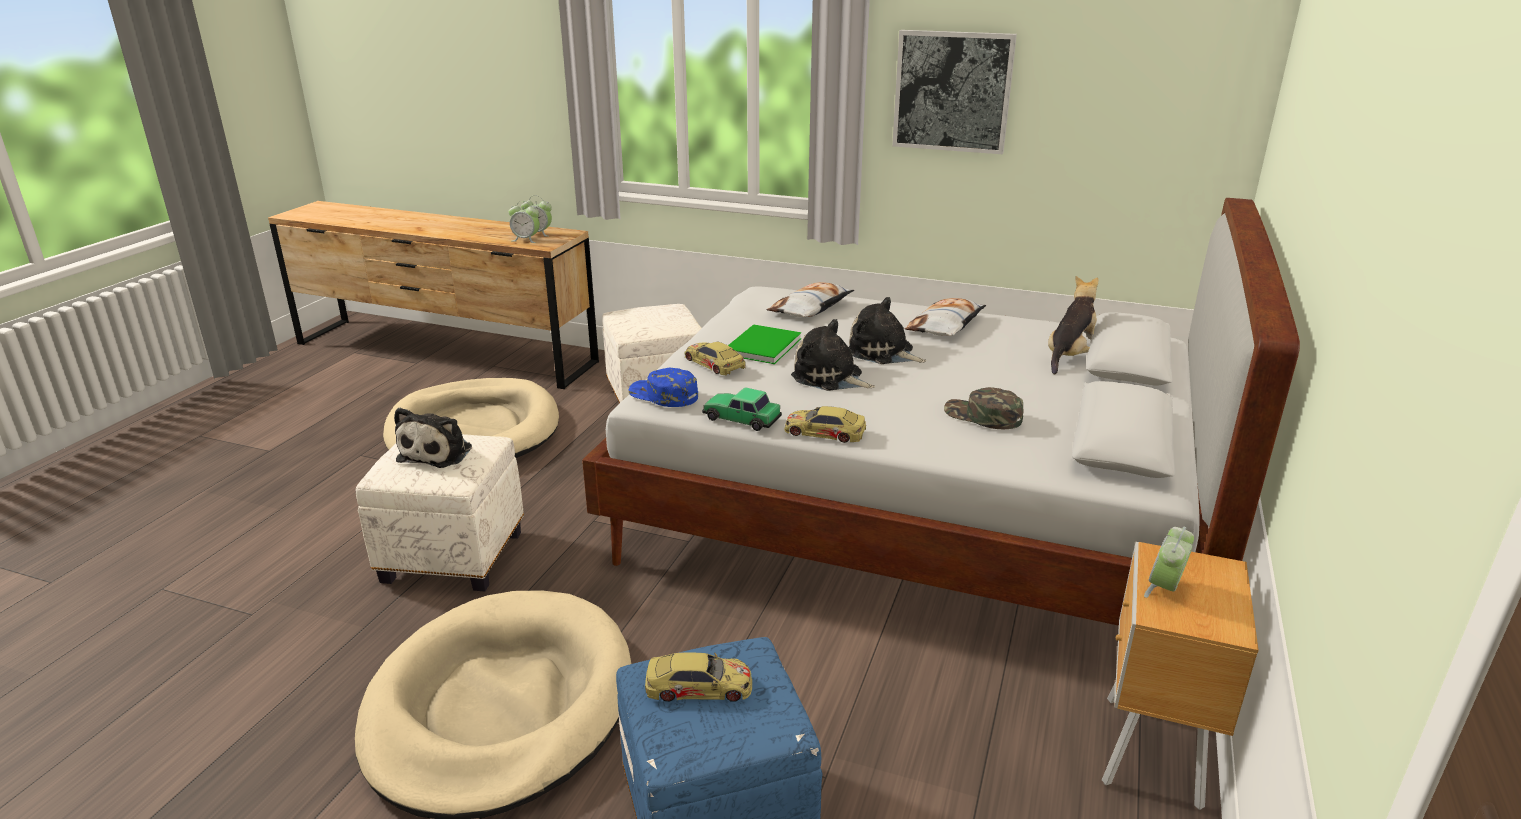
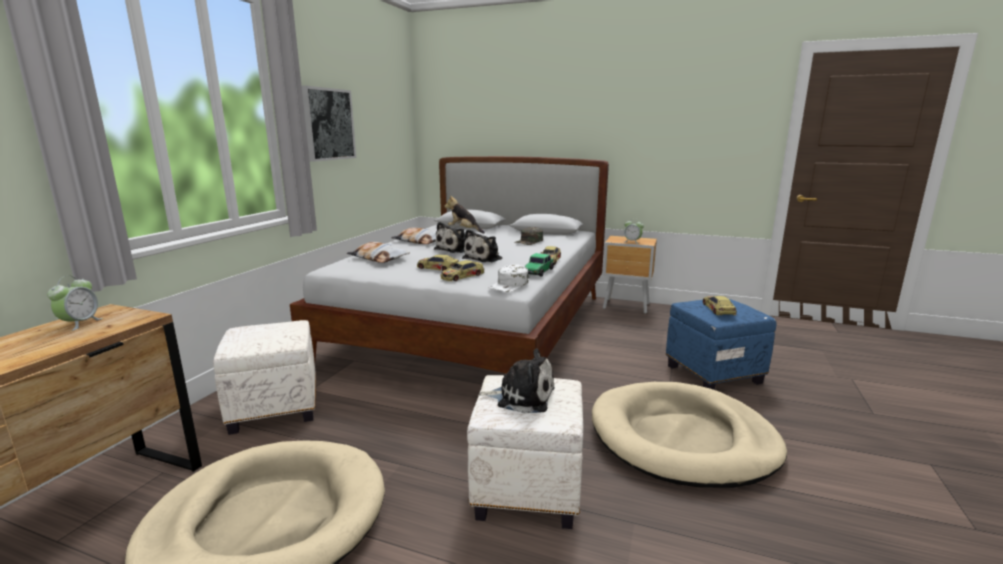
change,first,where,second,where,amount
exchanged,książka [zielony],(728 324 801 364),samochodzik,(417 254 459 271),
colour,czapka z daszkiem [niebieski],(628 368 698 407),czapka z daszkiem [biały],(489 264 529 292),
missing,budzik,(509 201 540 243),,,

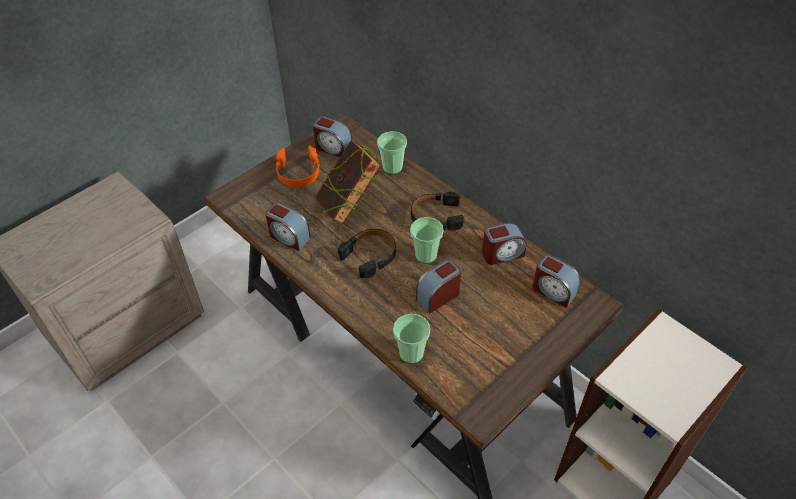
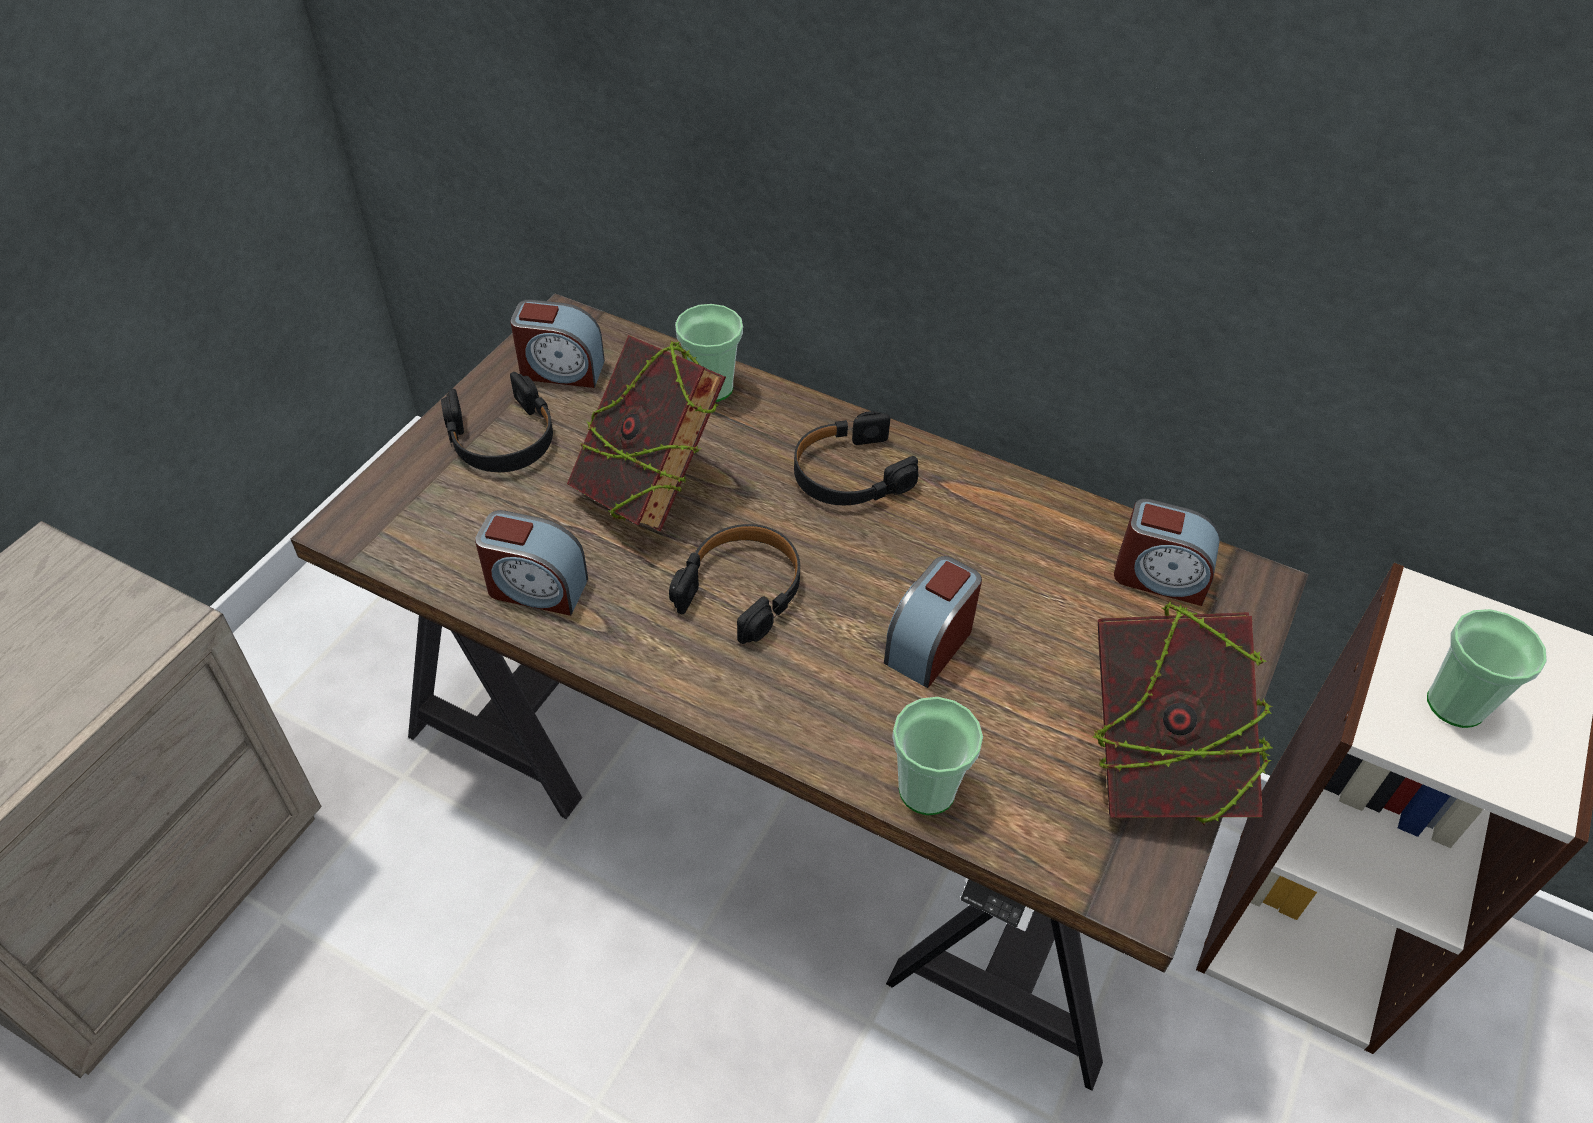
change,first,where,second,where,amount
colour,słuchawki [pomarańczowy],(276 146 320 187),słuchawki [czarny],(441 372 553 472),
appeared,,,książka,(1093 601 1273 826),
relocated,filiżanka,(410 217 444 264),,(1427 609 1547 728),
missing,budzik,(482 222 527 265),,,

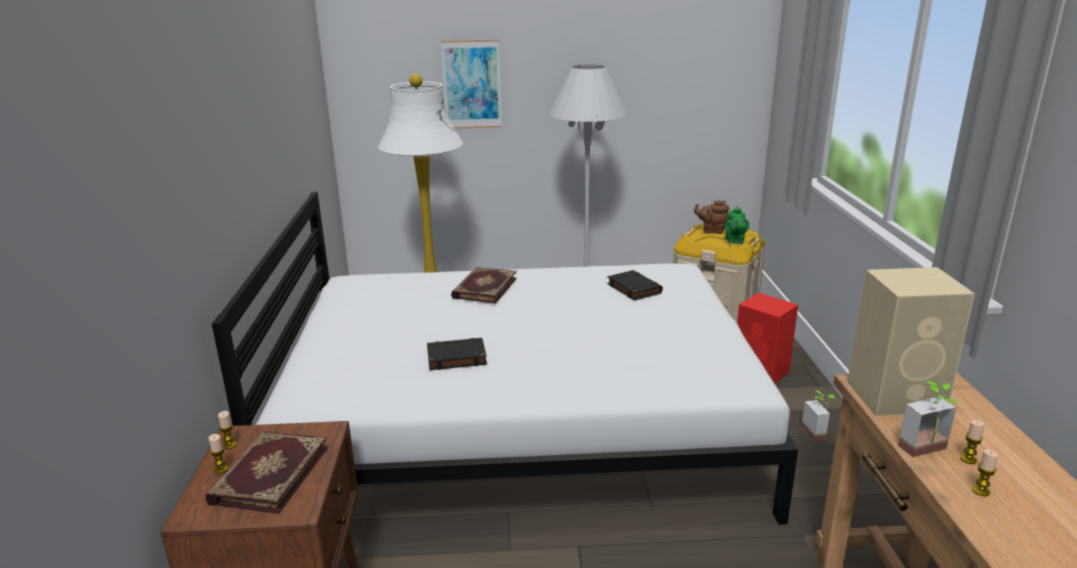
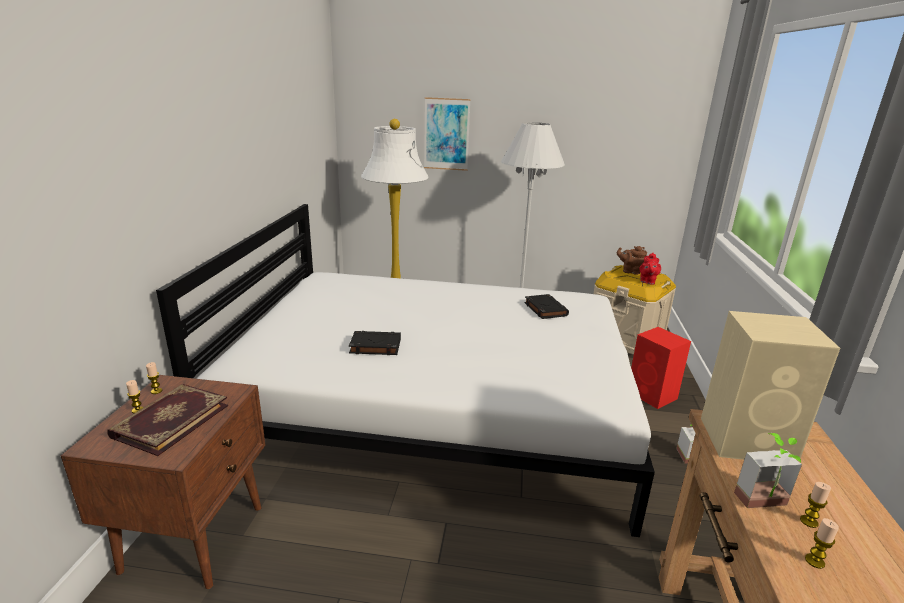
change,first,where,second,where,amount
colour,imbryk [zielony],(724 206 749 244),imbryk [czerwony],(639 253 661 285),
missing,książka,(451 267 517 304),,,

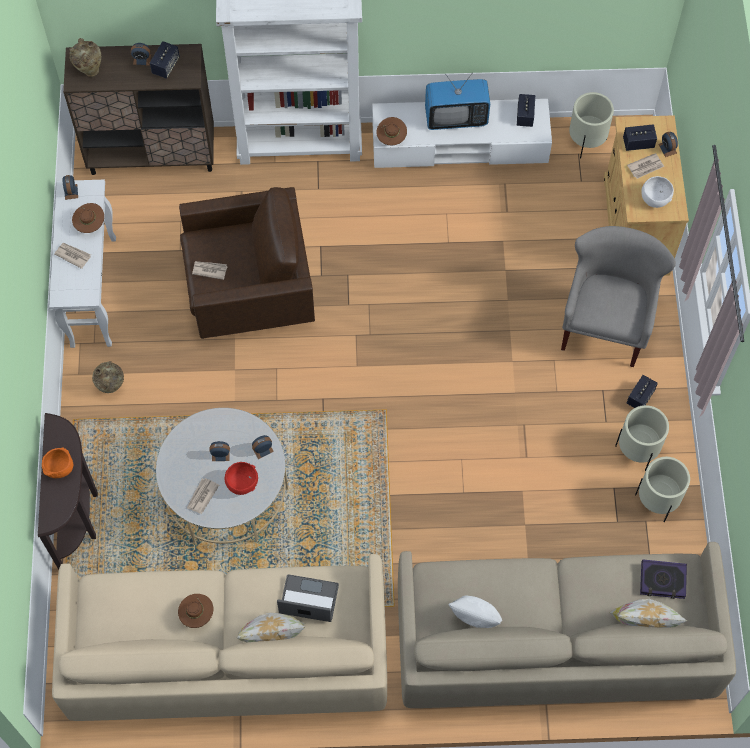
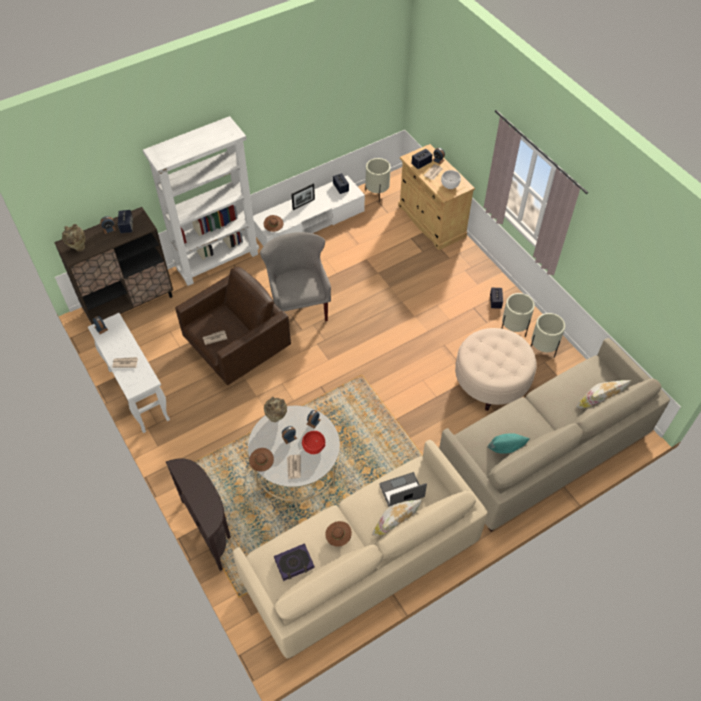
change,first,where,second,where,amount
relocated,kapelusz [brązowy],(72 203 104 233),,(249 448 274 472),
relocated,fotel [szary],(561 226 676 367),,(260 232 331 322),
relocated,wazon [beżowy],(92 361 124 393),,(264 397 287 422),
relocated,książka,(640 559 687 599),,(274 543 315 581),
exchanged,telewizor,(425 72 490 130),ramka na zdjęcie,(291 184 315 210),
appeared,,,pufa [beżowy],(455 328 537 411),
colour,poduszka [biały],(448 596 502 628),poduszka [turkusowy],(487 434 530 454),
missing,miska [pomarańczowy],(42 447 73 478),,,

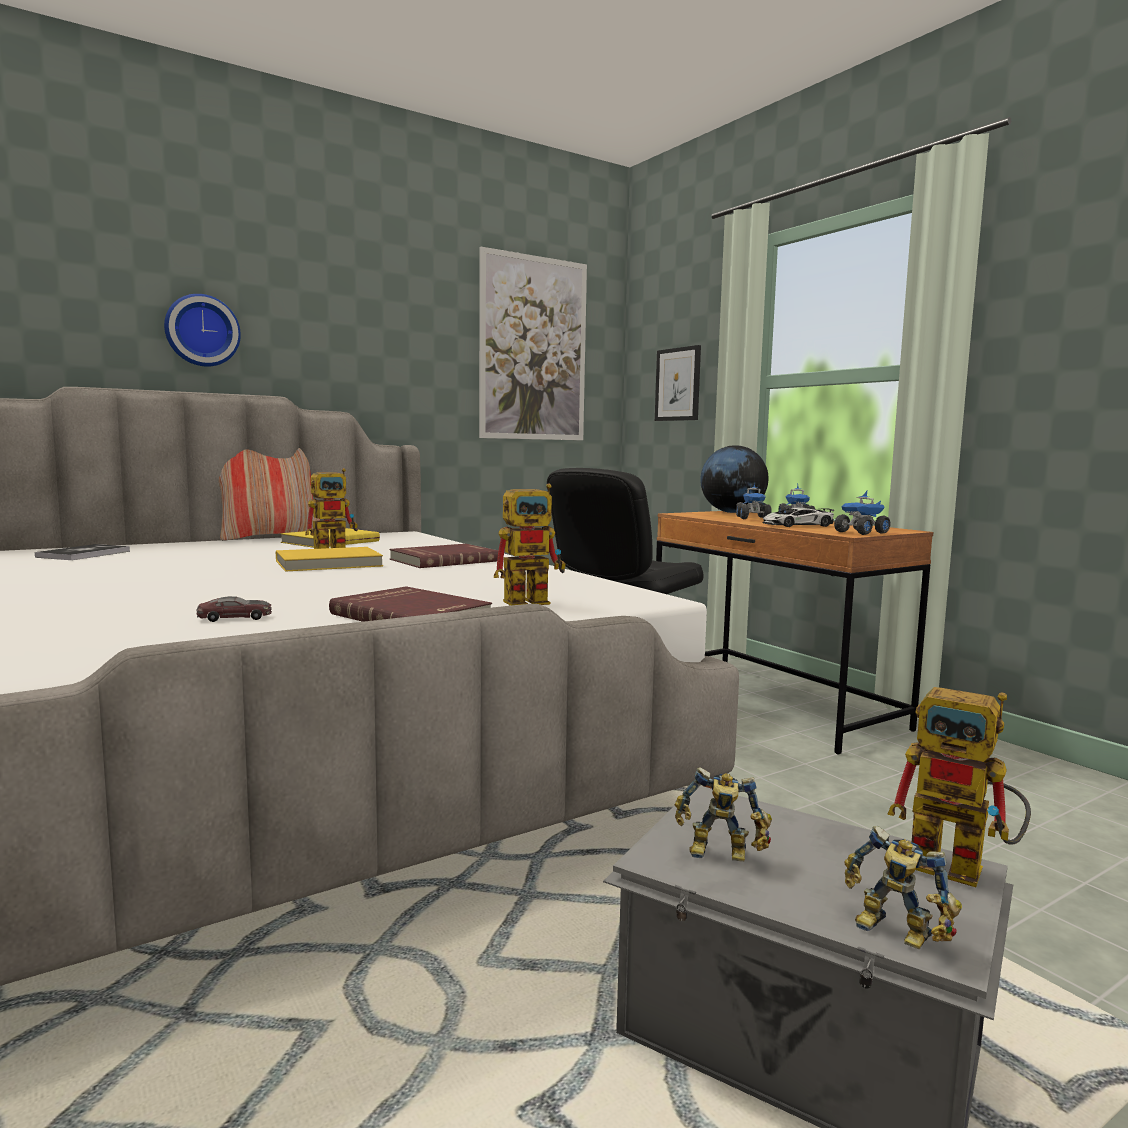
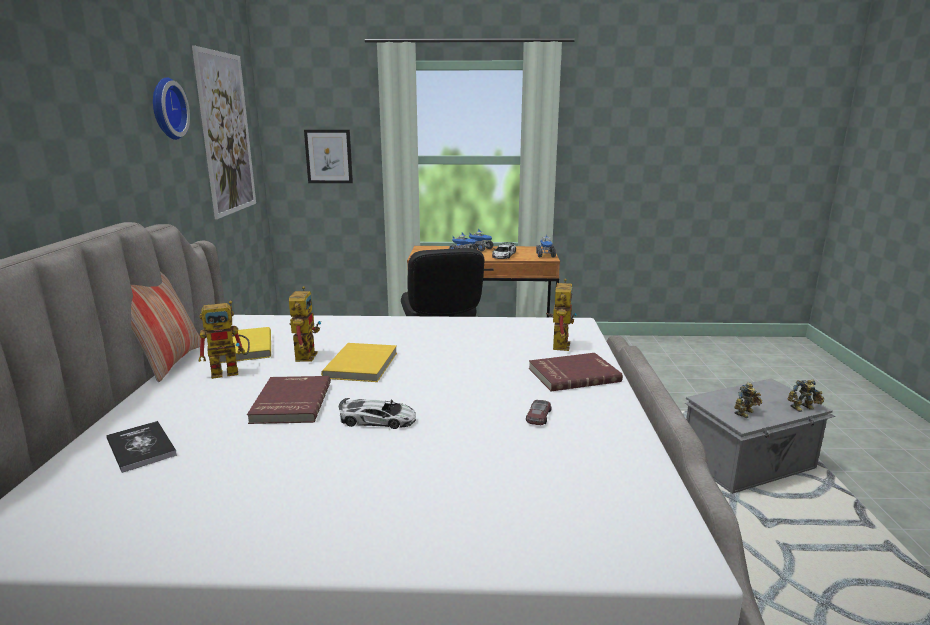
change,first,where,second,where,amount
relocated,zegar ścienny,(164 294 241 367),,(153 77 190 140),
relocated,robot zabawkowy,(887 687 1031 887),,(199 301 250 379),
relocated,książka [czerwony],(389 544 499 568),,(247 376 331 424),
appeared,,,samochodzik,(339 398 416 429),
missing,globus,(700 445 768 513),,,

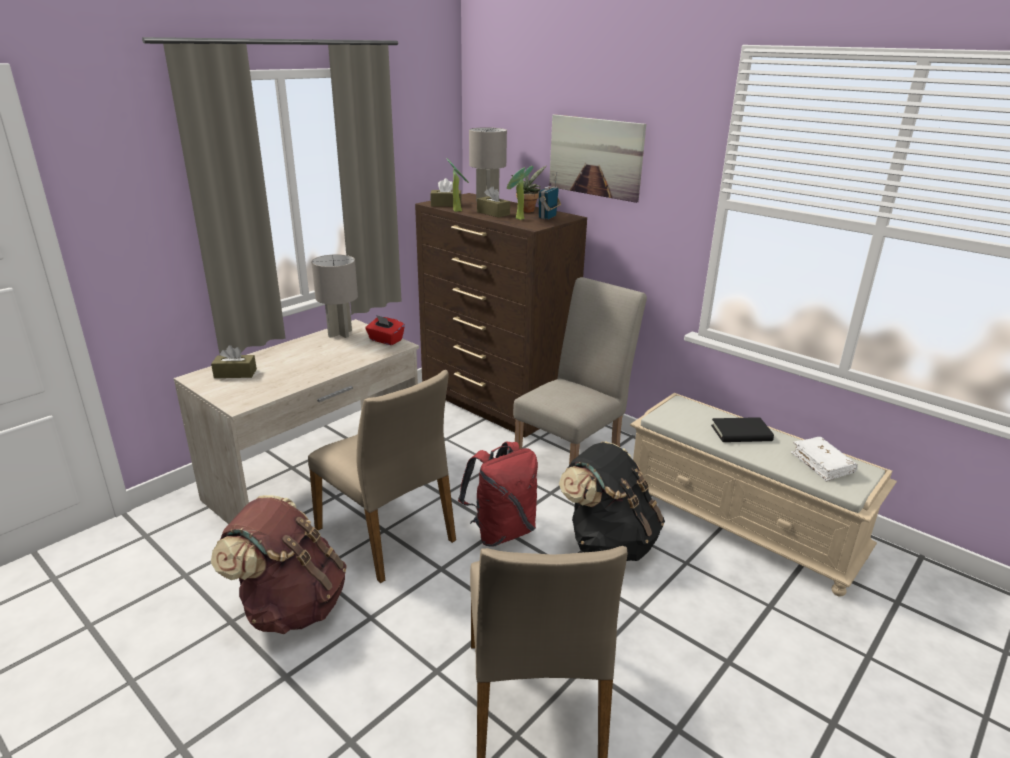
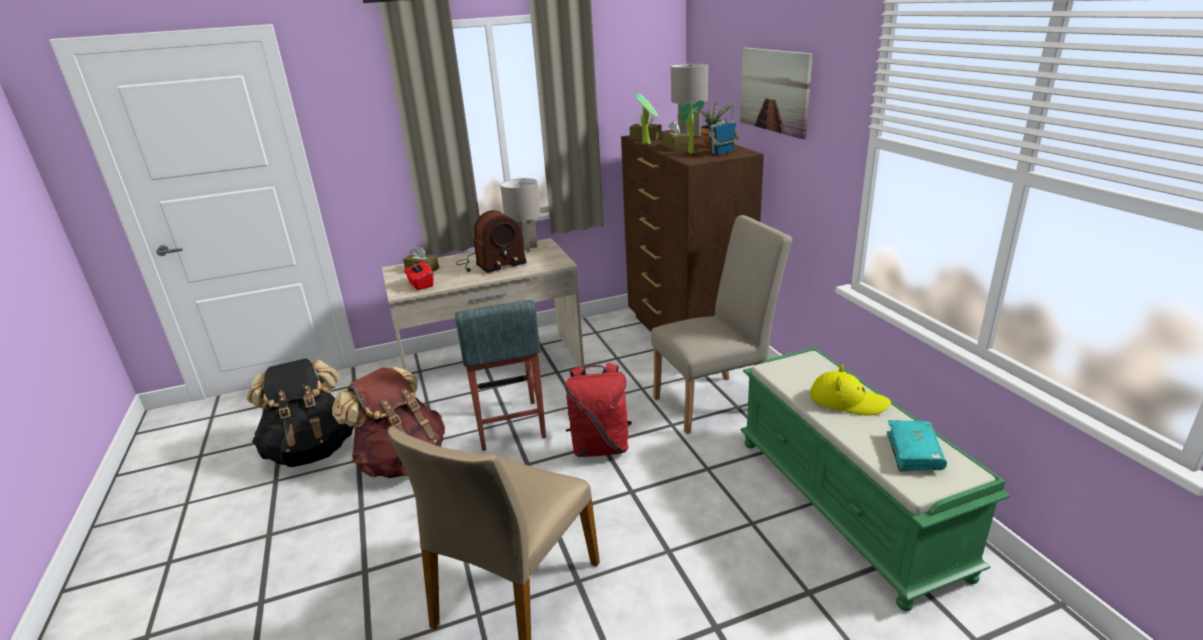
change,first,where,second,where,amount
relocated,plecak [czarny],(559 441 665 561),,(247 358 354 467),
relocated,pudełko chusteczek [czerwony],(365 315 405 345),,(404 261 433 290),
exchanged,krzesło [beżowy],(308 370 456 583),stołek [szary],(455 300 546 451),
appeared,,,radio,(456 210 527 273),
colour,ławka [beżowy],(630 393 897 597),ławka [zielony],(740 347 1011 611),
exchanged,książka [czarny],(711 417 774 442),kapelusz [żółty],(810 365 891 415),
colour,książka [biały],(791 437 858 482),książka [turkusowy],(887 420 947 471),

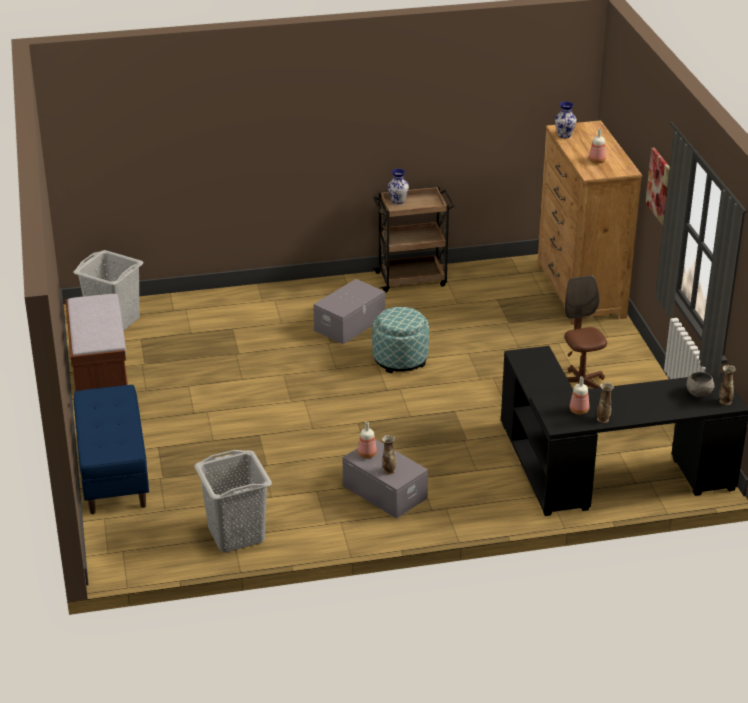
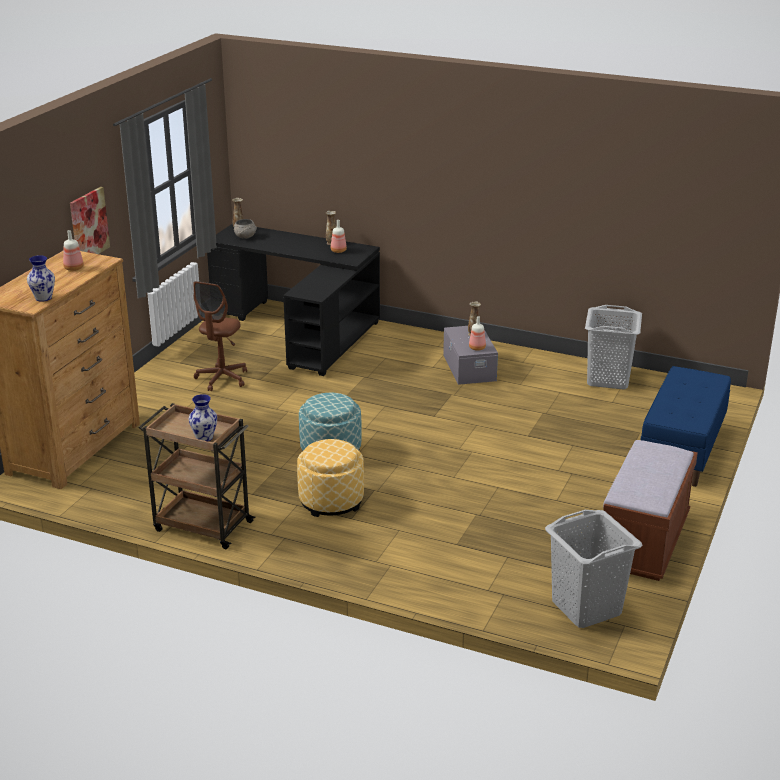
change,first,where,second,where,amount
exchanged,pojemnik do przechowywania [szary],(313 279 385 344),pufa,(297 439 364 517),

